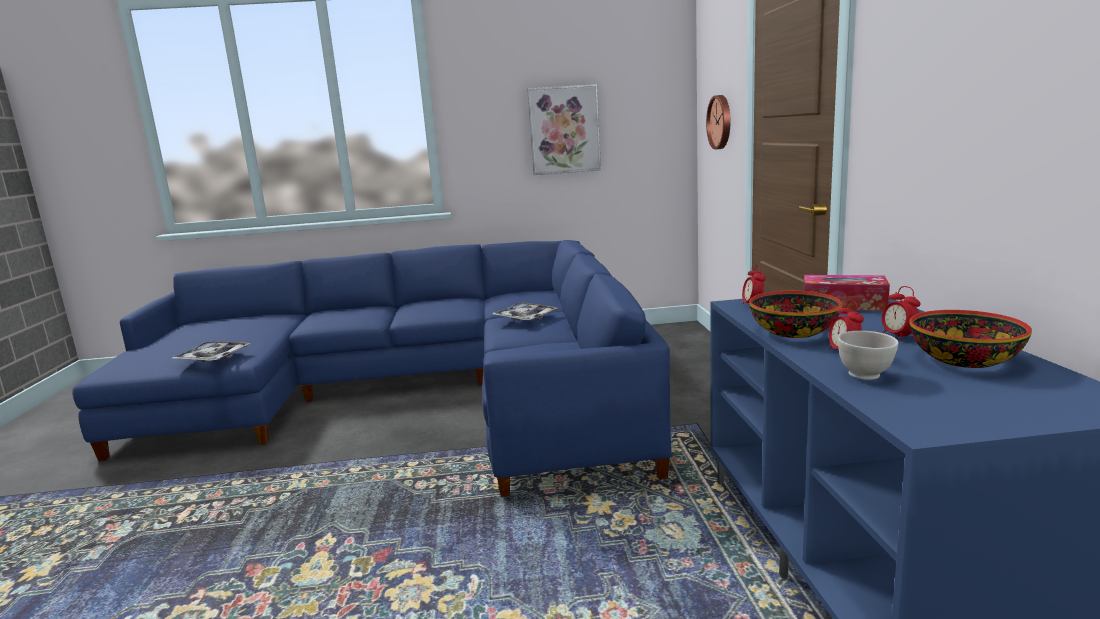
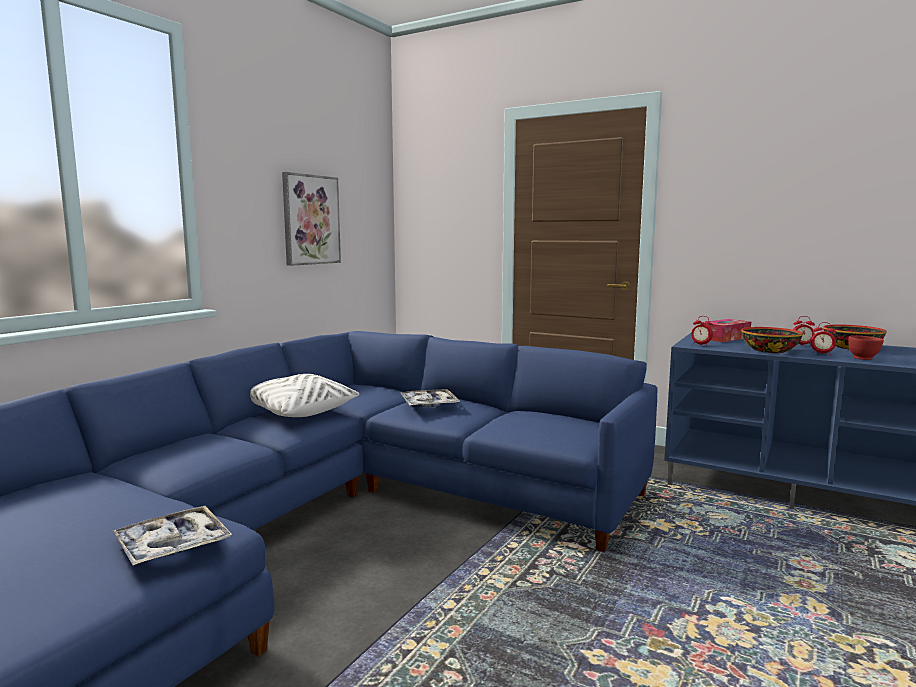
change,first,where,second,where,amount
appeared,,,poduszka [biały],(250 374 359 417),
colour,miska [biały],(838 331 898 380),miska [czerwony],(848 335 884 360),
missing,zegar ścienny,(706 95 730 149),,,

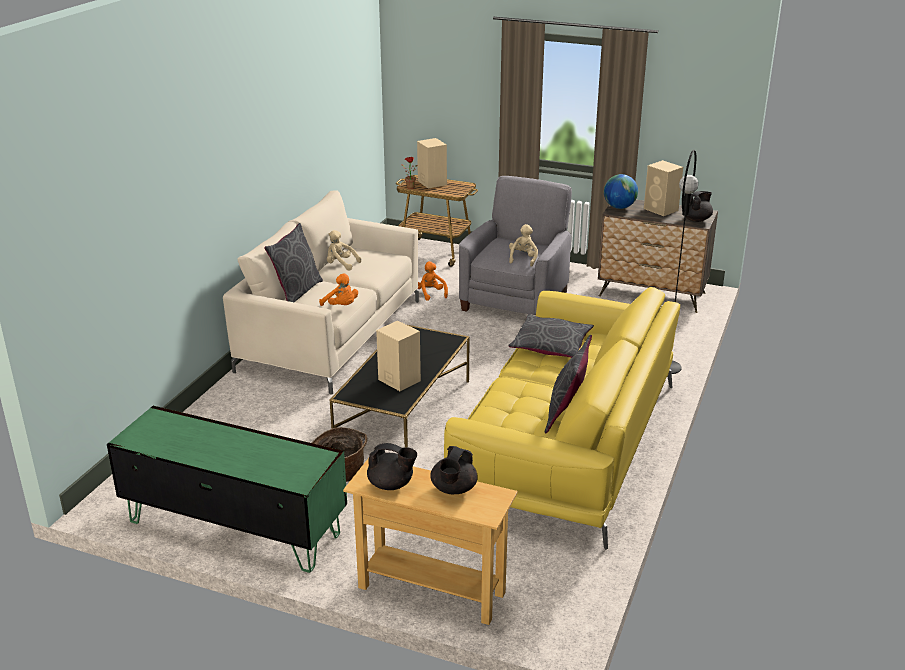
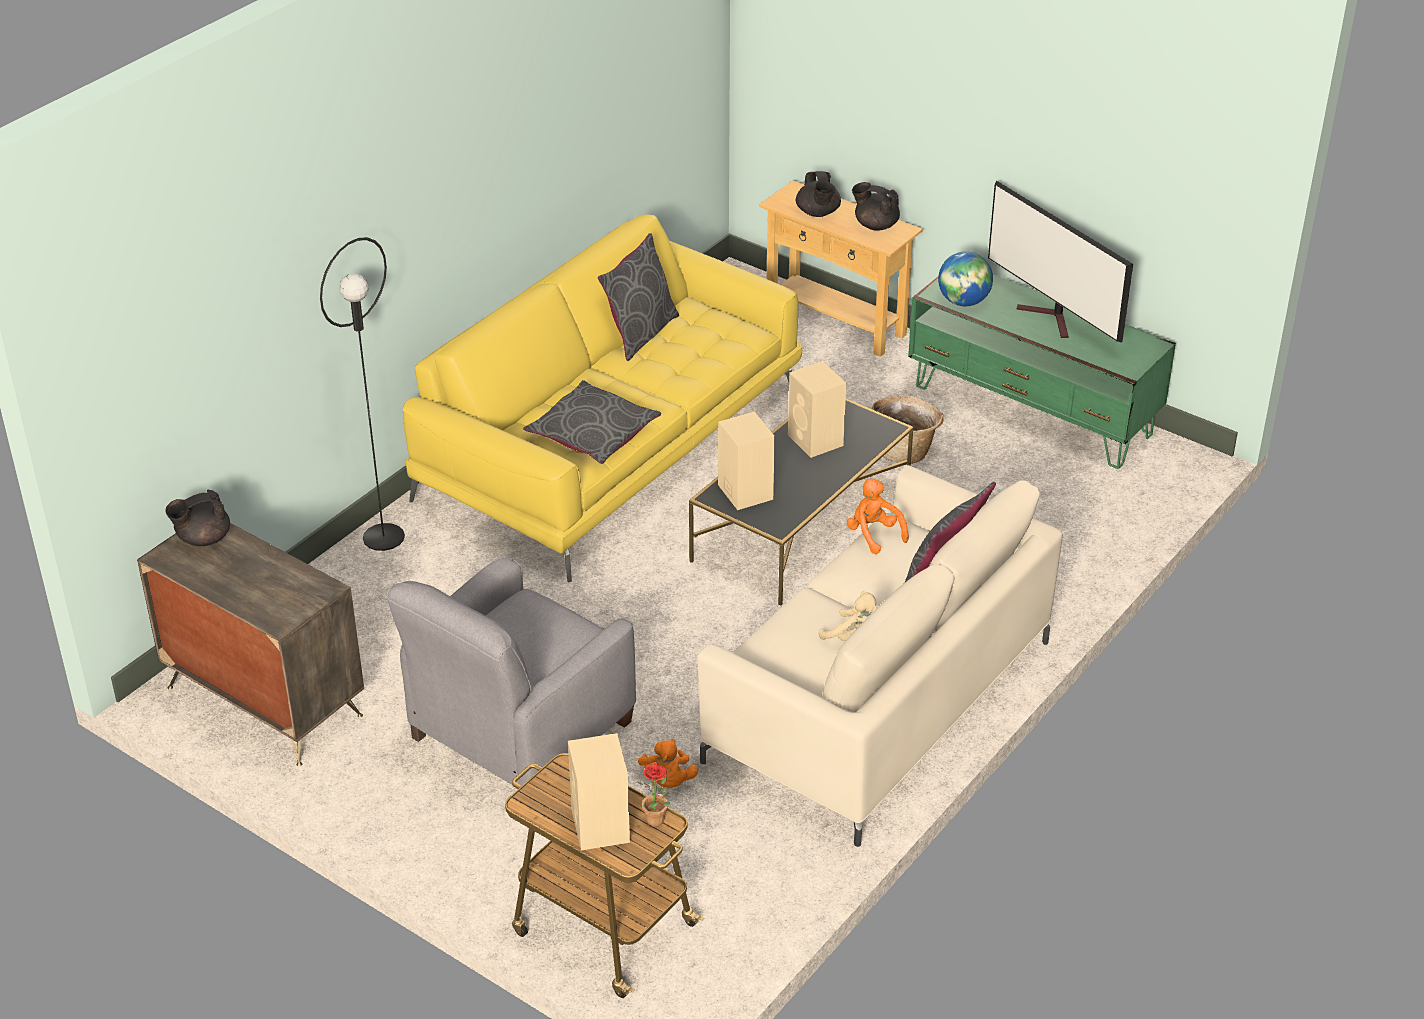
change,first,where,second,where,amount
relocated,głośnik [beżowy],(644 160 683 216),,(718 412 775 510),
spun,imbryk [czarny],(430 446 478 494),,(796 171 841 217),135 degrees clockwise
relocated,globus,(604 174 638 209),,(938 251 993 306),
appeared,,,telewizor,(988 181 1133 342),
missing,pluszak [beżowy],(509 224 538 267),,,

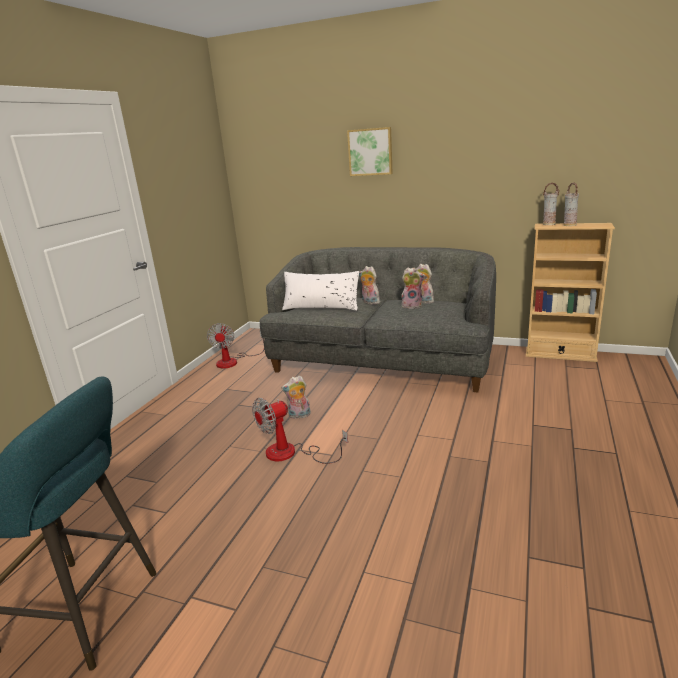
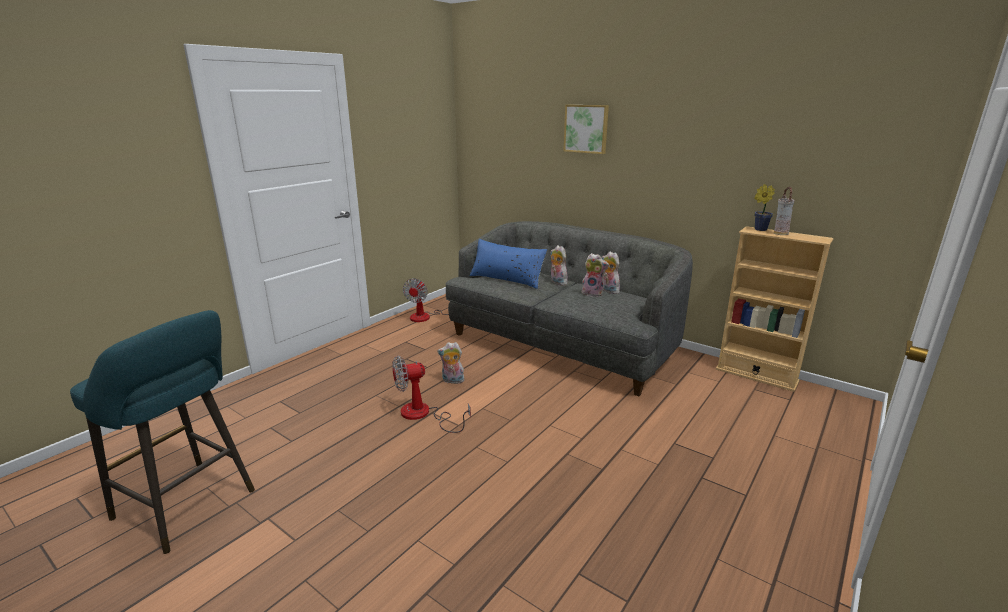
change,first,where,second,where,amount
colour,poduszka [biały],(282 271 359 311),poduszka [niebieski],(469 239 547 289),
exchanged,wazon,(543 183 560 225),roślina doniczkowa,(754 184 775 231),

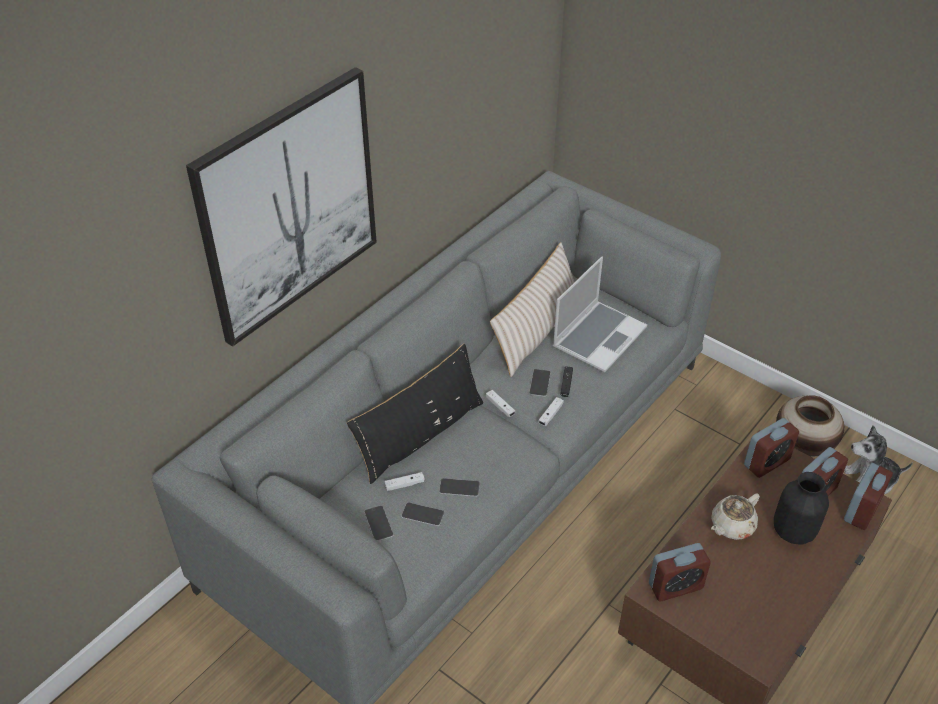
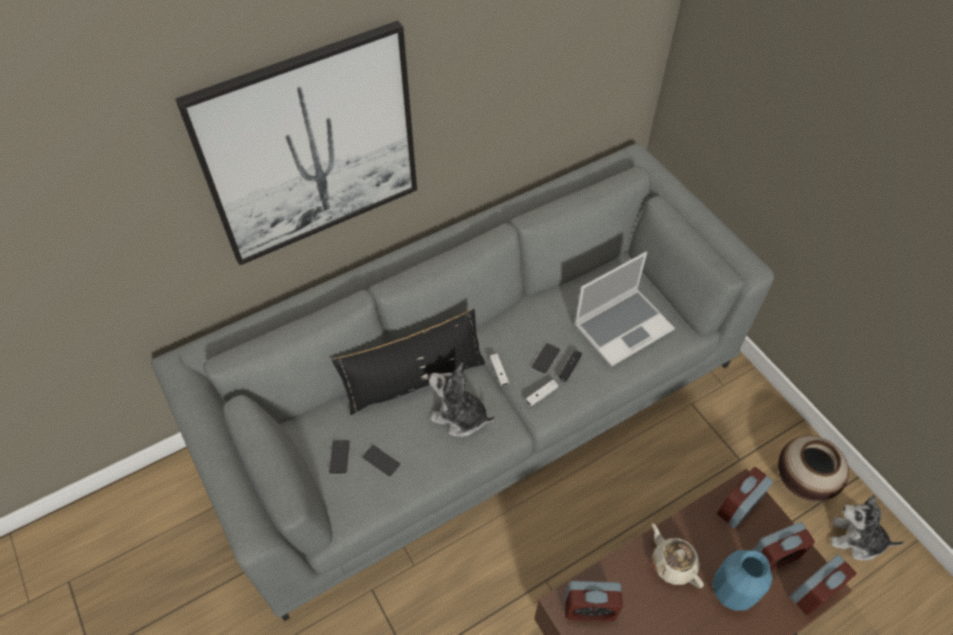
change,first,where,second,where,amount
appeared,,,pluszak,(429 363 496 437),
spun,imbryk [beżowy],(711 493 760 540),,(652 524 704 588),75 degrees clockwise
colour,wazon [czarny],(774 472 829 545),wazon [niebieski],(713 550 772 611),
spun,budzik,(744 418 799 478),,(717 467 773 528),150 degrees clockwise
missing,pad do gier [biały],(384 472 425 491),,,
missing,telefon,(439 478 480 497),,,
missing,poduszka [beżowy],(490 242 574 377),,,

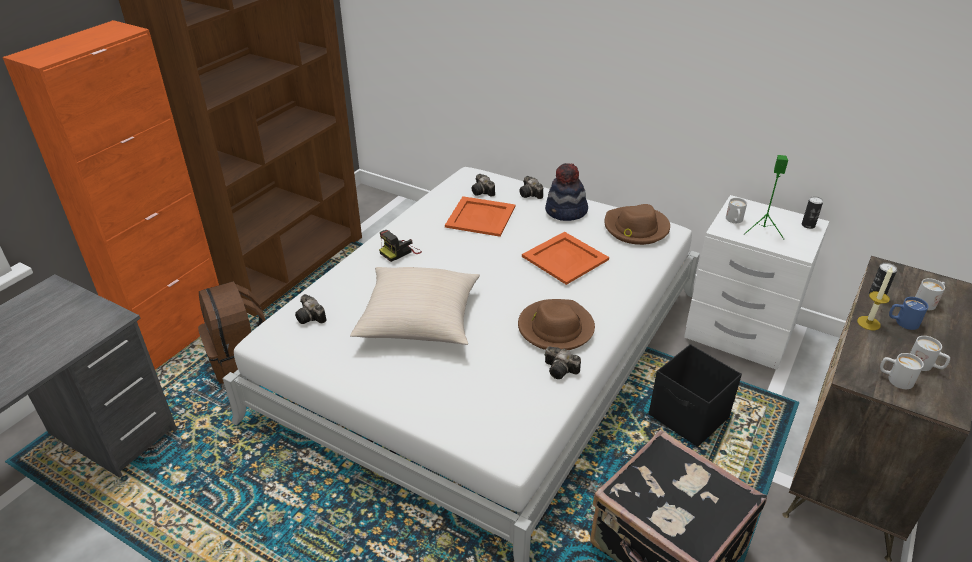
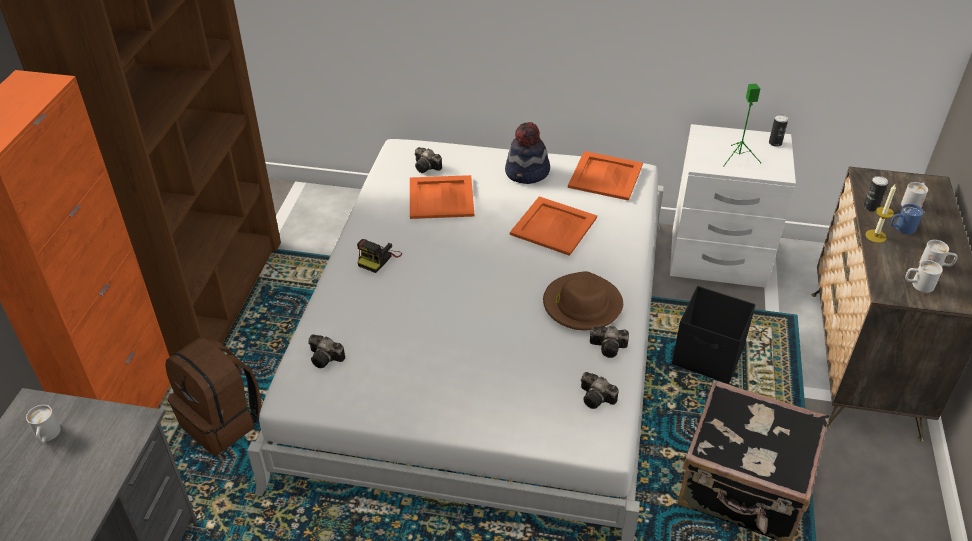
change,first,where,second,where,amount
relocated,kubek [biały],(726 198 747 223),,(26 405 61 445),
exchanged,kapelusz [brązowy],(604 204 670 245),taca [pomarańczowy],(568 151 643 201),
relocated,aparat fotograficzny,(519 176 543 199),,(581 372 619 409),
missing,poduszka [beżowy],(350 267 480 345),,,

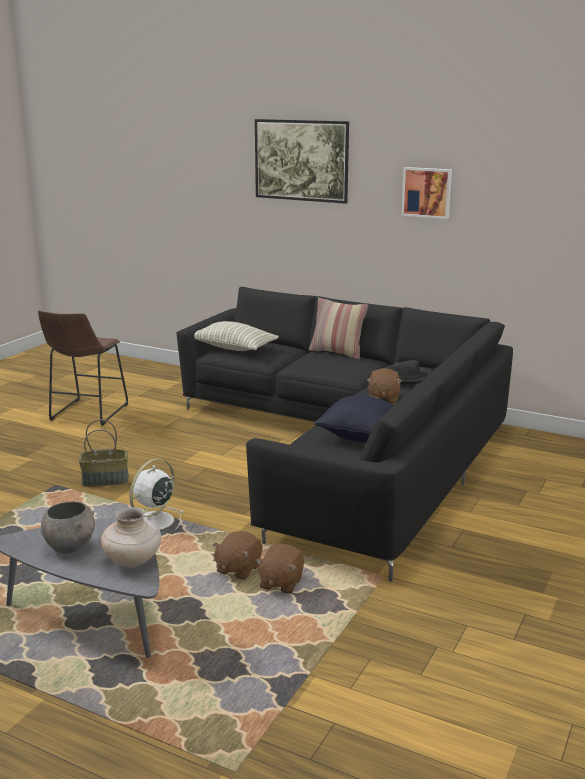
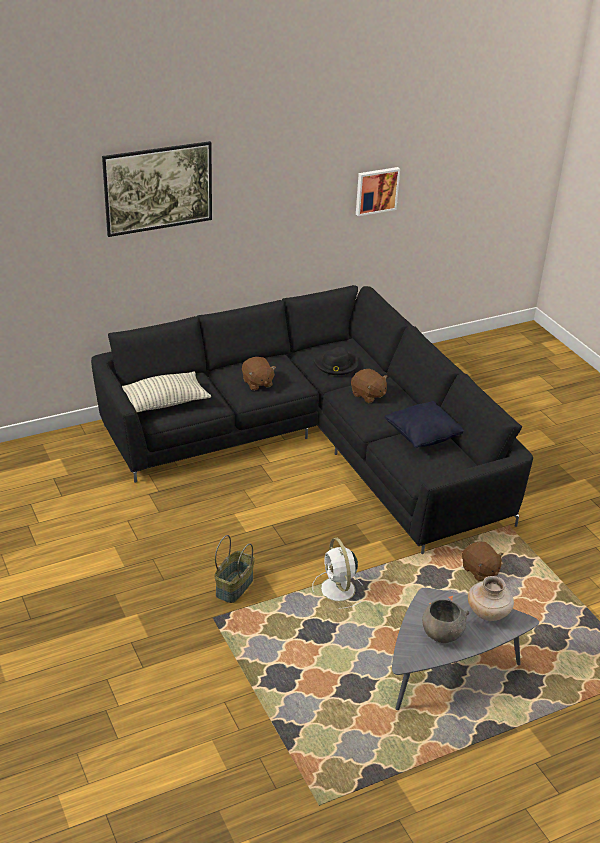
change,first,where,second,where,amount
relocated,pluszak [brązowy],(213 531 262 580),,(242 357 276 391),
relocated,obraz,(402 167 452 219),,(356 167 400 216),
missing,stołek [brązowy],(38 311 128 426),,,
missing,poduszka,(309 298 368 359),,,

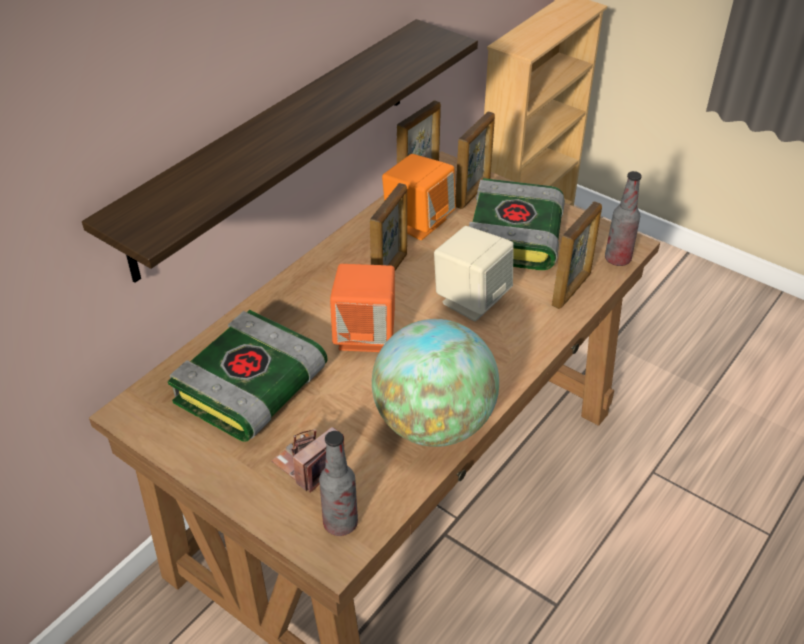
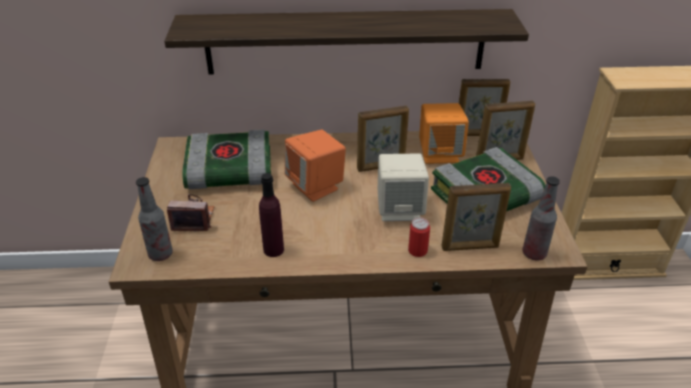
change,first,where,second,where,amount
exchanged,globus,(372 319 499 447),butelka [fioletowy],(259 173 284 257),
appeared,,,puszka,(408 218 430 257),

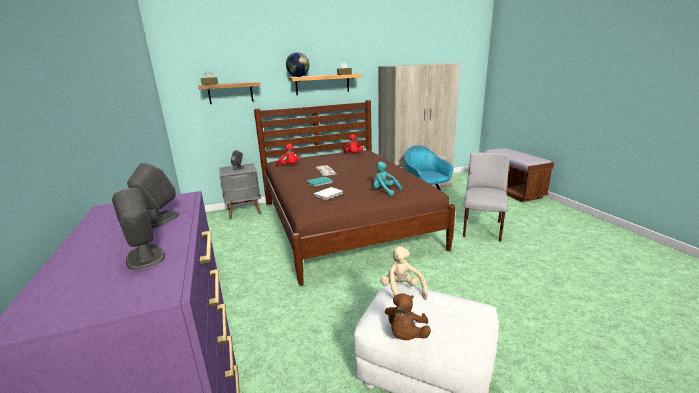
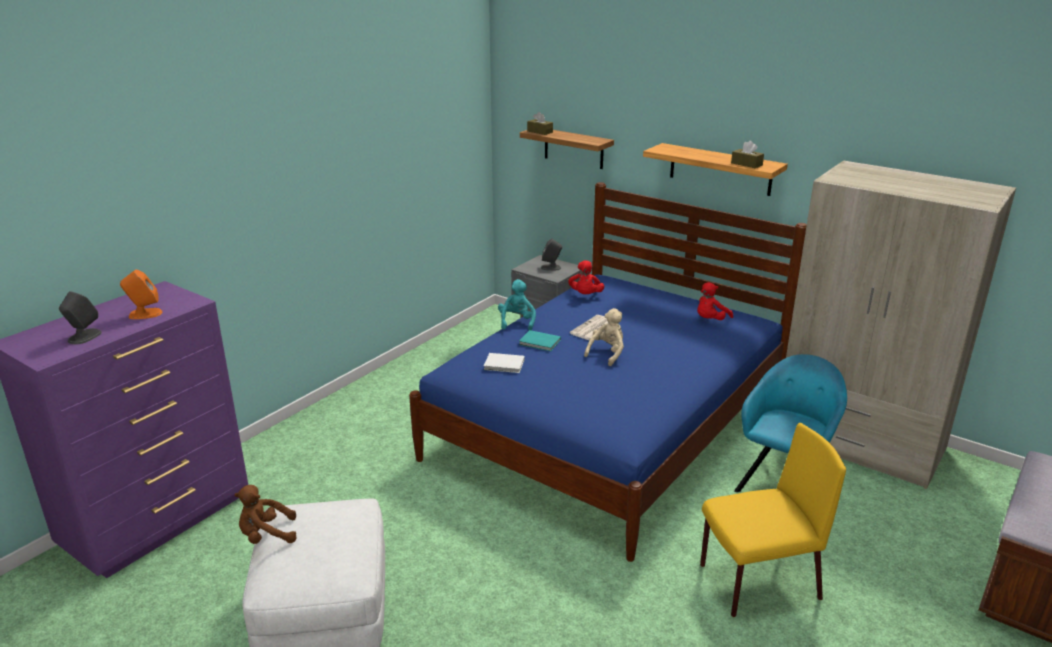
change,first,where,second,where,amount
colour,głośnik [szary],(127 163 180 228),głośnik [pomarańczowy],(120 270 162 319),
colour,łóżko [brązowy],(254 100 456 286),łóżko [niebieski],(409 182 807 562),
relocated,pluszak [turkusowy],(373 162 402 196),,(498 279 536 330),
relocated,pluszak [beżowy],(380 246 428 300),,(584 308 624 366),
colour,krzesło [szary],(463 153 510 242),krzesło [żółty],(700 423 846 617),
missing,globus,(286 52 309 77),,,

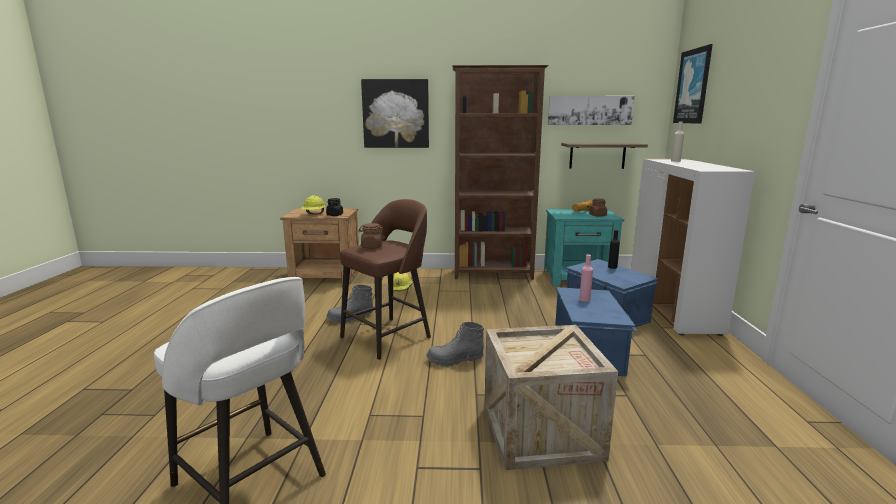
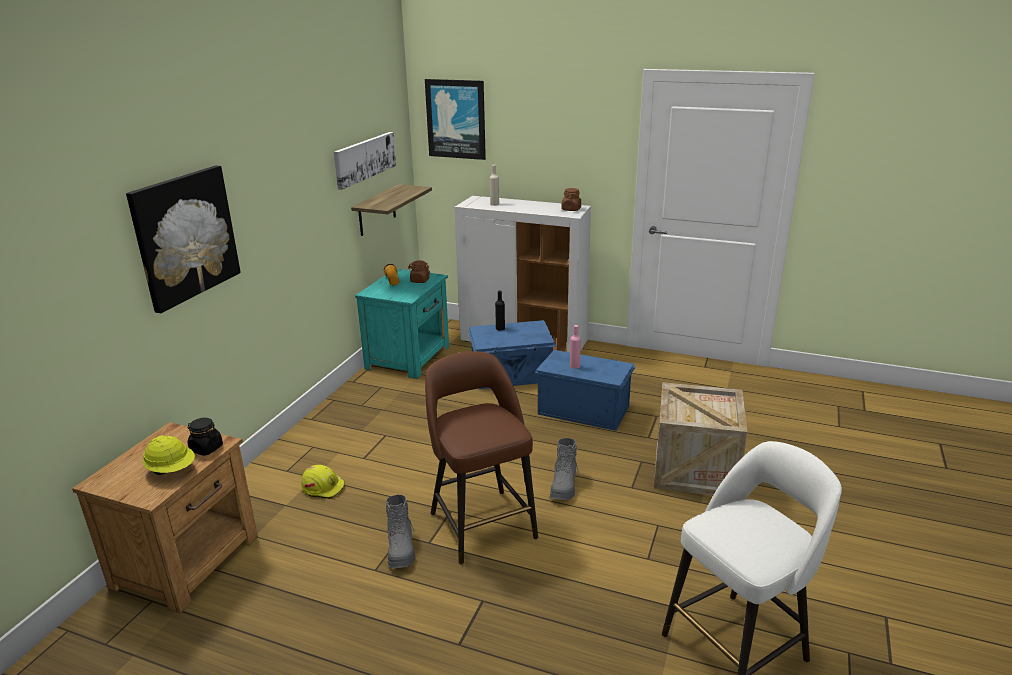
change,first,where,second,where,amount
relocated,słoik [brązowy],(358 223 385 249),,(561 188 581 211),
missing,regał [brązowy],(452 65 549 280),,,

